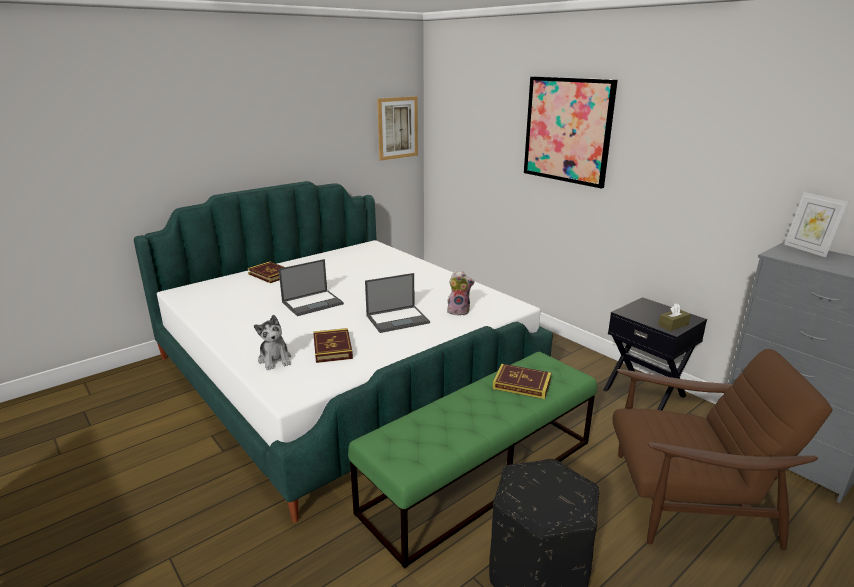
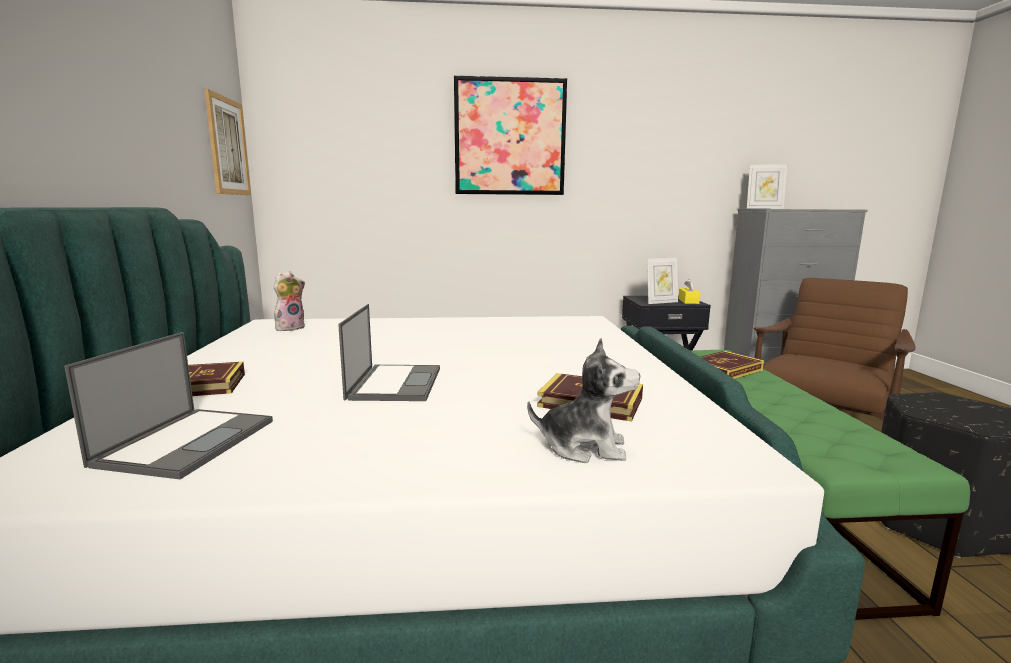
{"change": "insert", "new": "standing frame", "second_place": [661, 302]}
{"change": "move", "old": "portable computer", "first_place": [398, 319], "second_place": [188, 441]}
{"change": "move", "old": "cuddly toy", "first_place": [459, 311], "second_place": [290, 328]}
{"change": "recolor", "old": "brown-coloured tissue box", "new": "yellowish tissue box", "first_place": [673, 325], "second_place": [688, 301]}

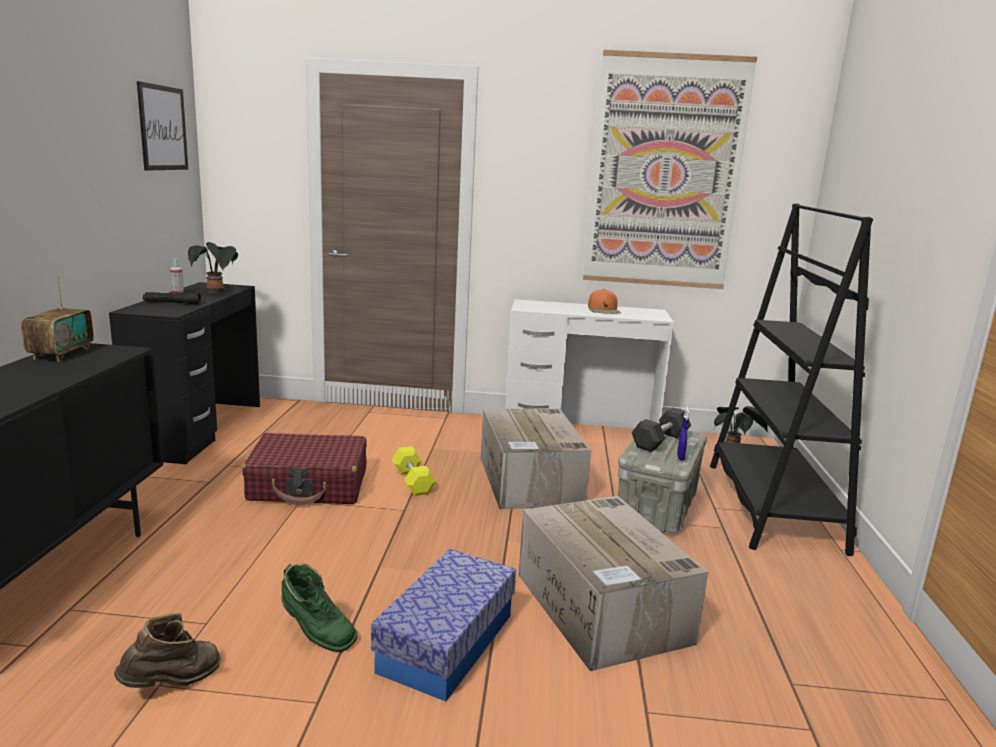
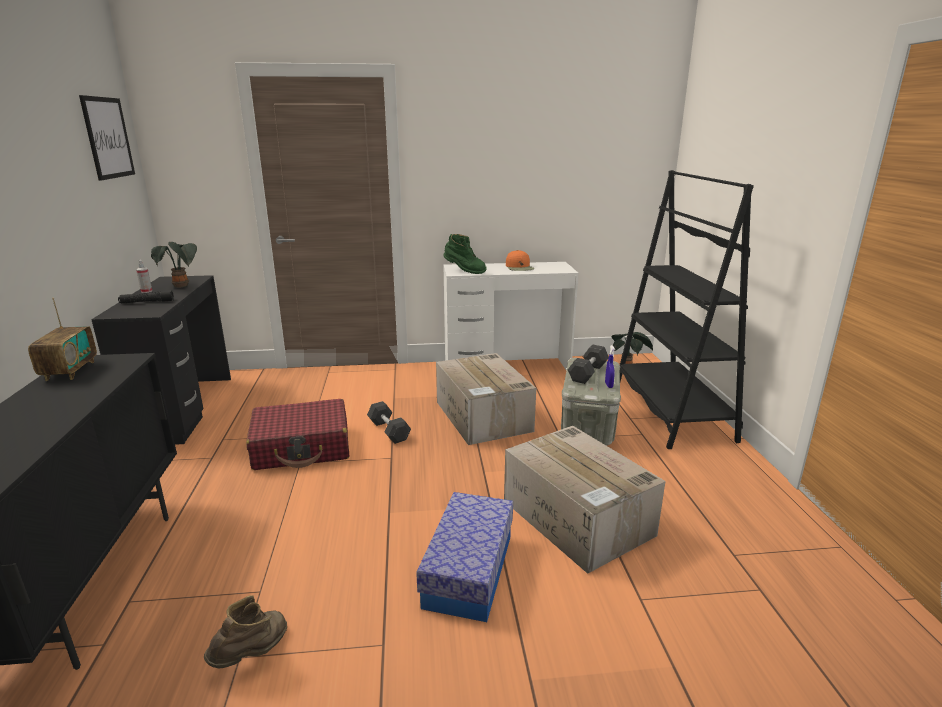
{"change": "delete", "old": "wall art", "first_place": [665, 173]}
{"change": "move", "old": "green-coloured boot", "first_place": [316, 634], "second_place": [464, 271]}
{"change": "recolor", "old": "yellowish free weight", "new": "gray free weight", "first_place": [412, 481], "second_place": [389, 431]}

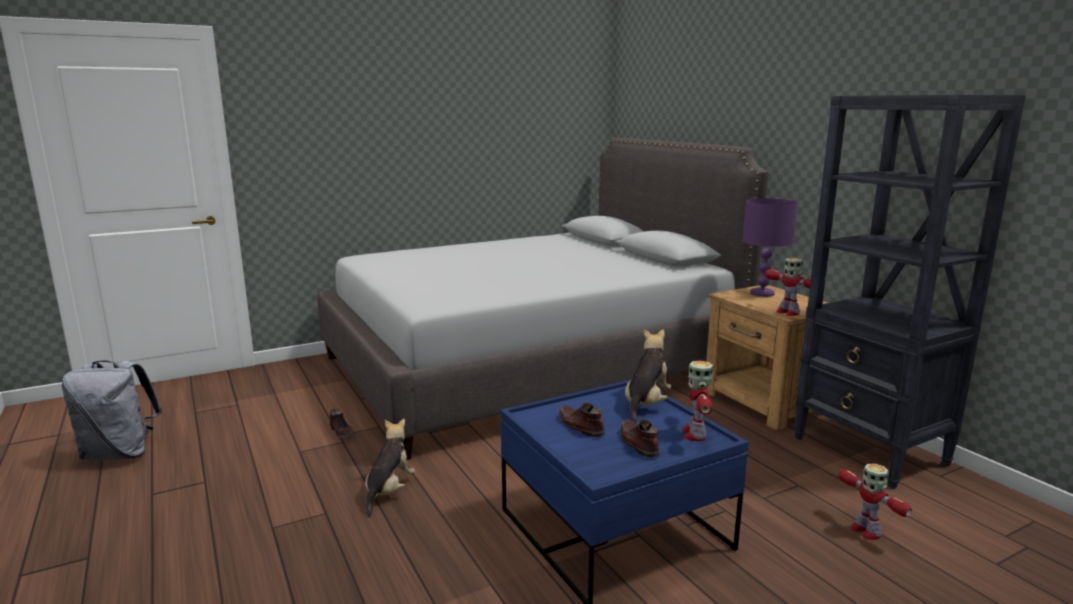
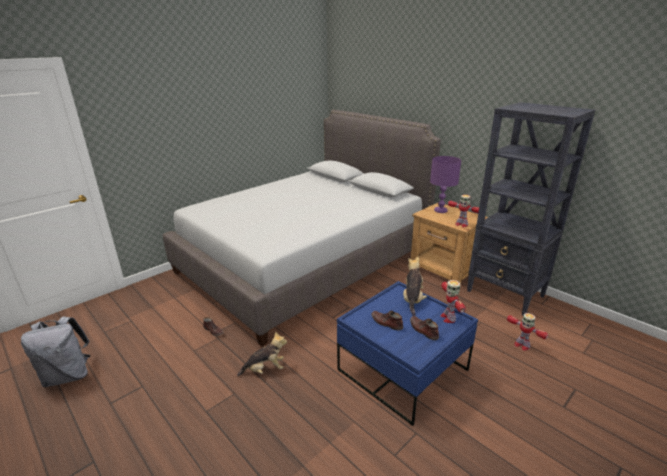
{"change": "rotate", "old": "cuddly toy", "first_place": [389, 491], "second_place": [265, 369], "degrees": 75}

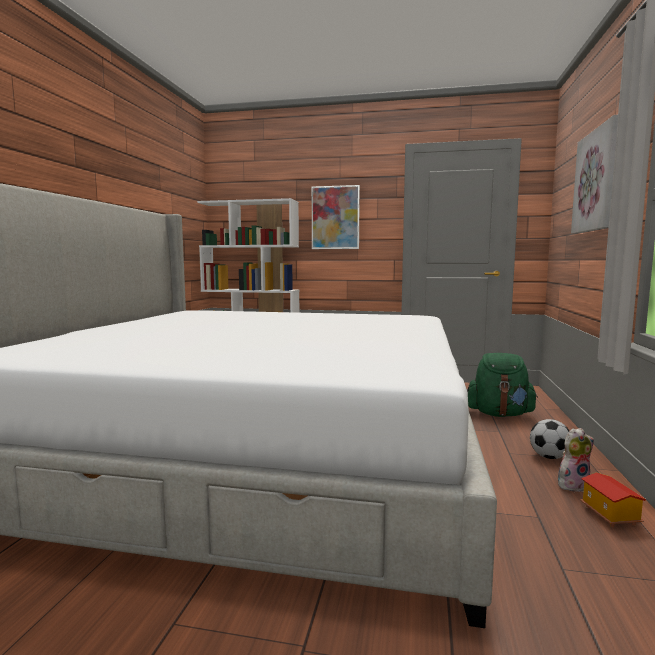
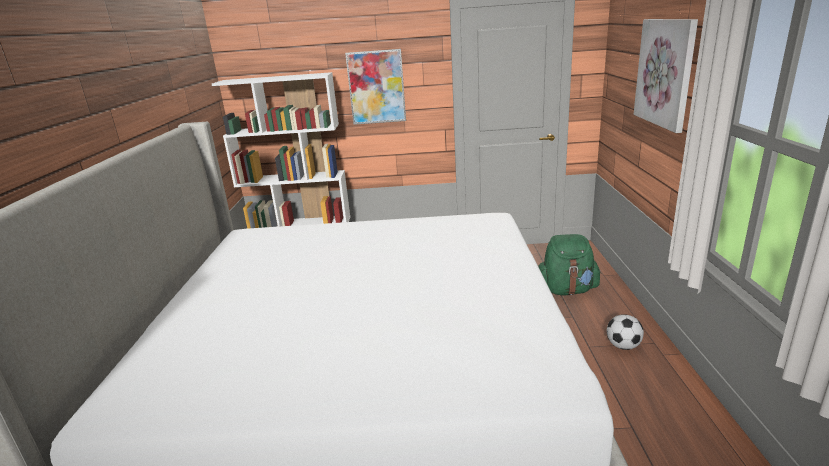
{"change": "delete", "old": "cuddly toy", "first_place": [572, 485]}
{"change": "delete", "old": "toy house", "first_place": [608, 515]}

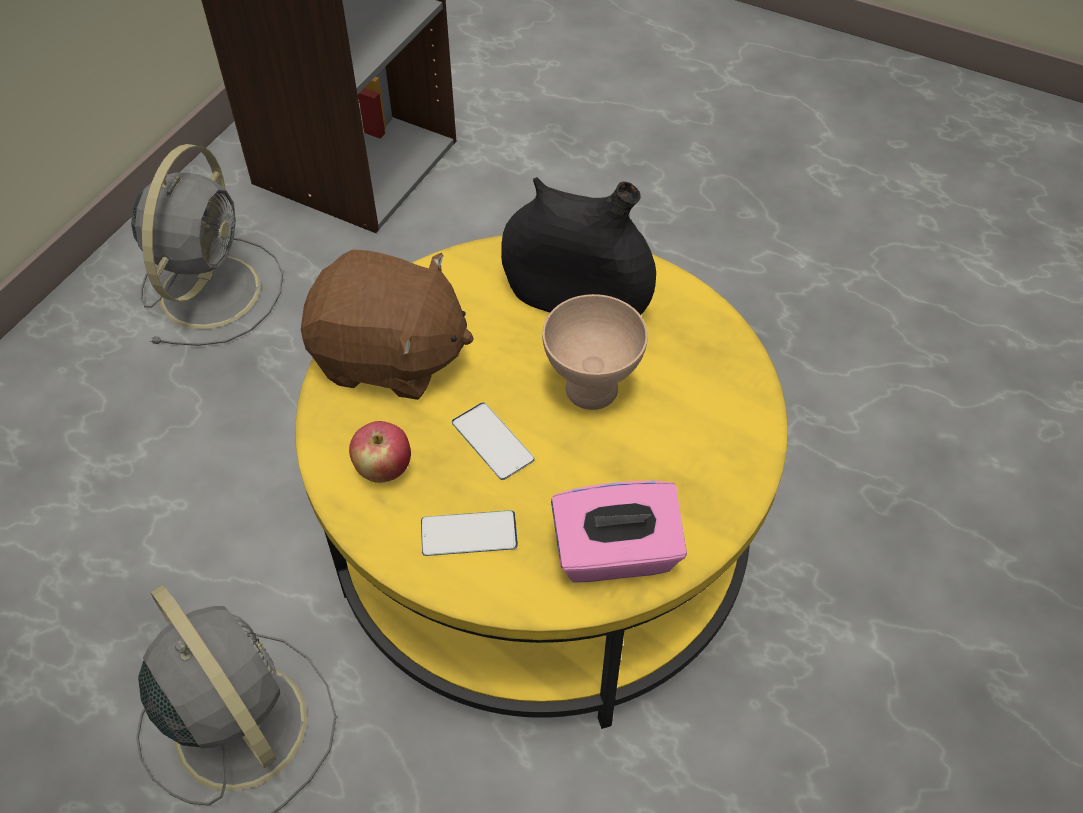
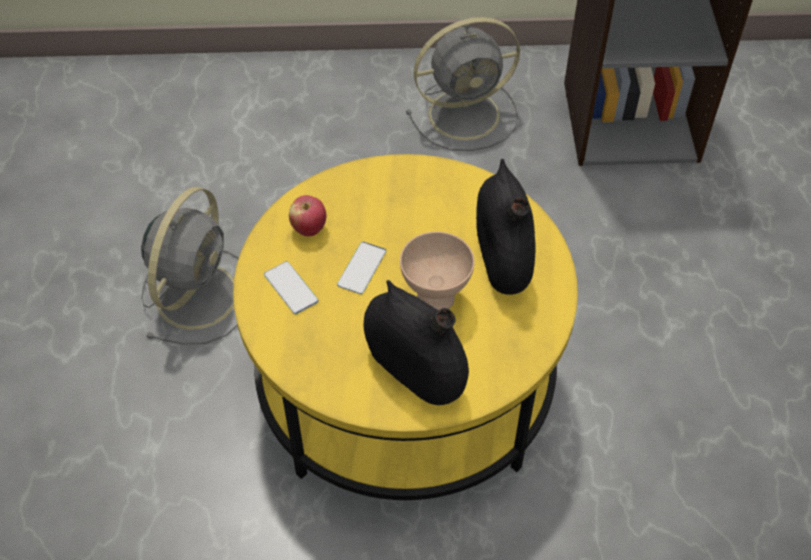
{"change": "delete", "old": "brown-coloured cuddly toy", "first_place": [389, 357]}
{"change": "delete", "old": "pinkish tissue box", "first_place": [616, 554]}
{"change": "insert", "new": "black-coloured flower vase", "second_place": [415, 370]}

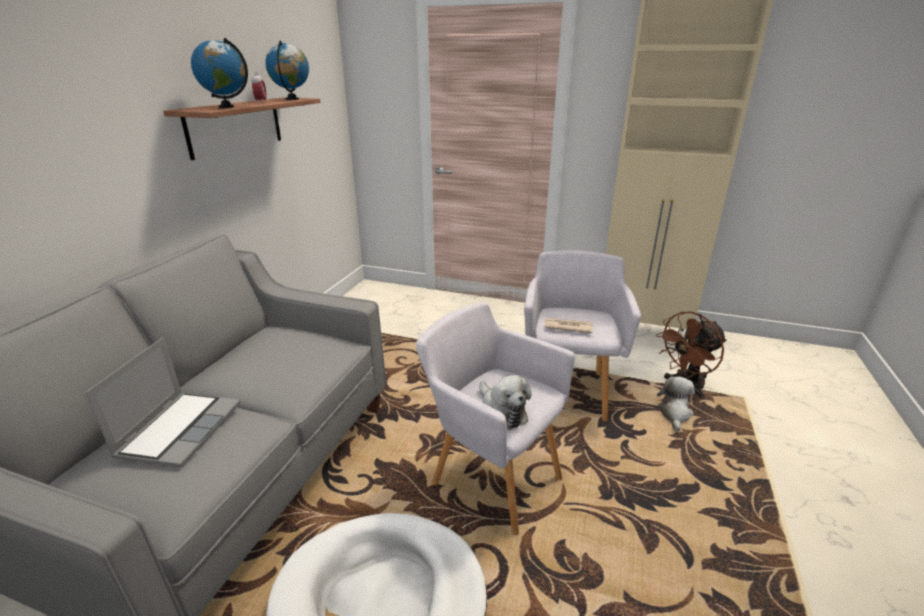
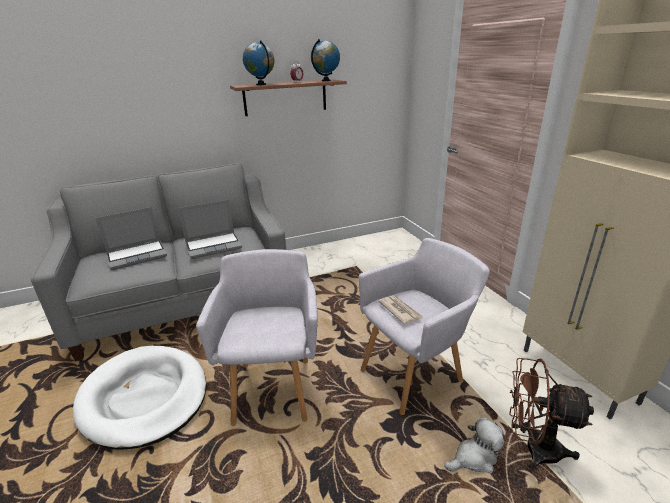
{"change": "delete", "old": "cuddly toy", "first_place": [501, 411]}
{"change": "insert", "new": "portable computer", "second_place": [214, 246]}

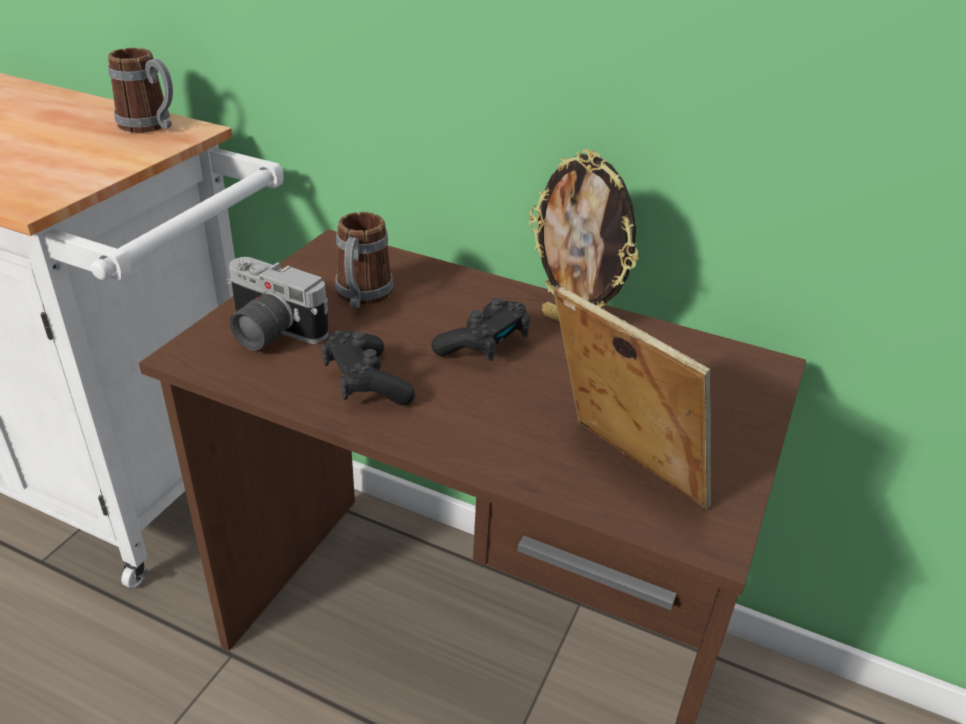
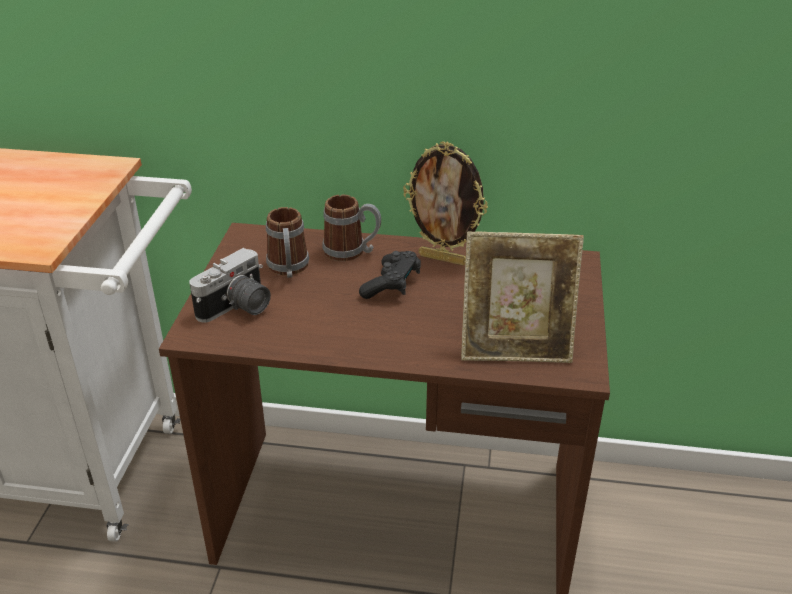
{"change": "delete", "old": "black-coloured joypad", "first_place": [366, 383]}
{"change": "move", "old": "coffee mug", "first_place": [151, 126], "second_place": [352, 252]}
{"change": "rotate", "old": "photo camera", "first_place": [268, 333], "second_place": [238, 308], "degrees": -60}
{"change": "rotate", "old": "standing frame", "first_place": [620, 474], "second_place": [515, 348], "degrees": 150}

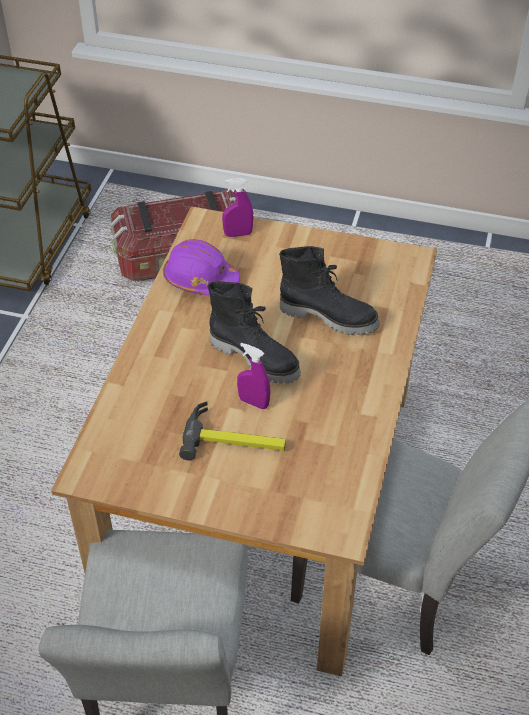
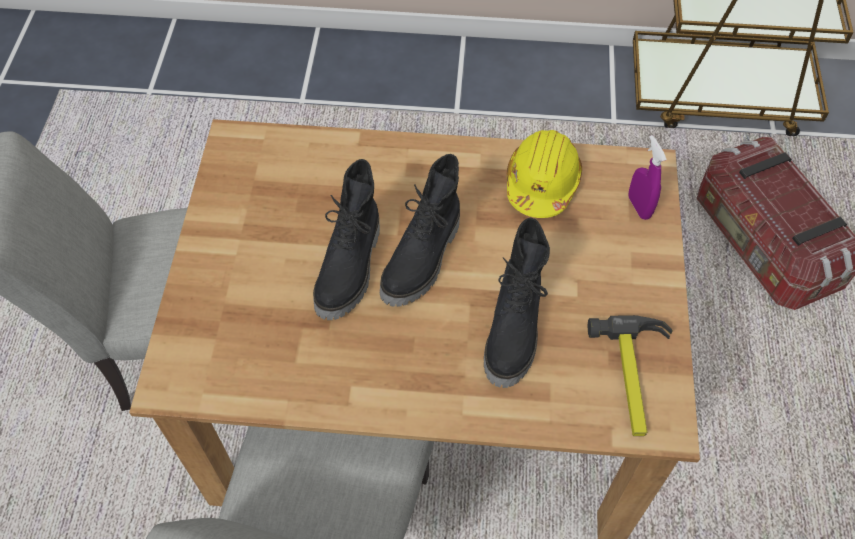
{"change": "move", "old": "hand hammer", "first_place": [235, 439], "second_place": [634, 378]}
{"change": "replace", "old": "purple-coloured spray bottle", "new": "black-coloured boot", "first_place": [253, 402], "second_place": [351, 269]}
{"change": "recolor", "old": "purple-coloured safety helmet", "new": "yellowish safety helmet", "first_place": [200, 279], "second_place": [542, 183]}

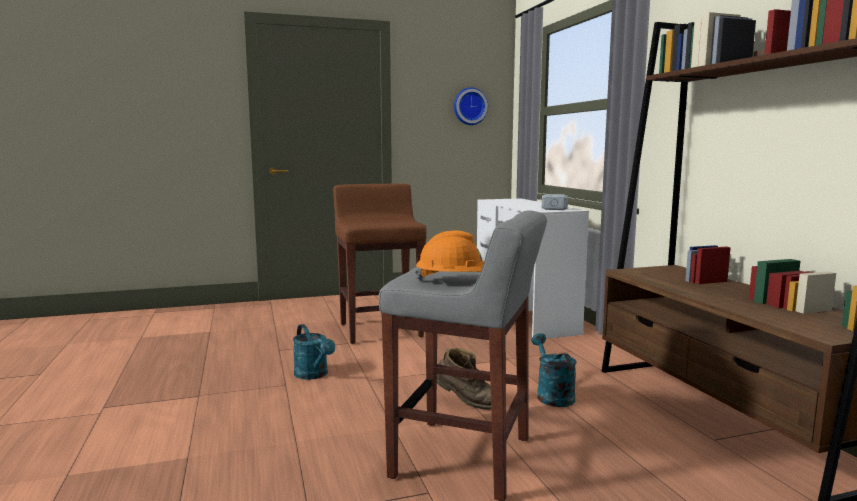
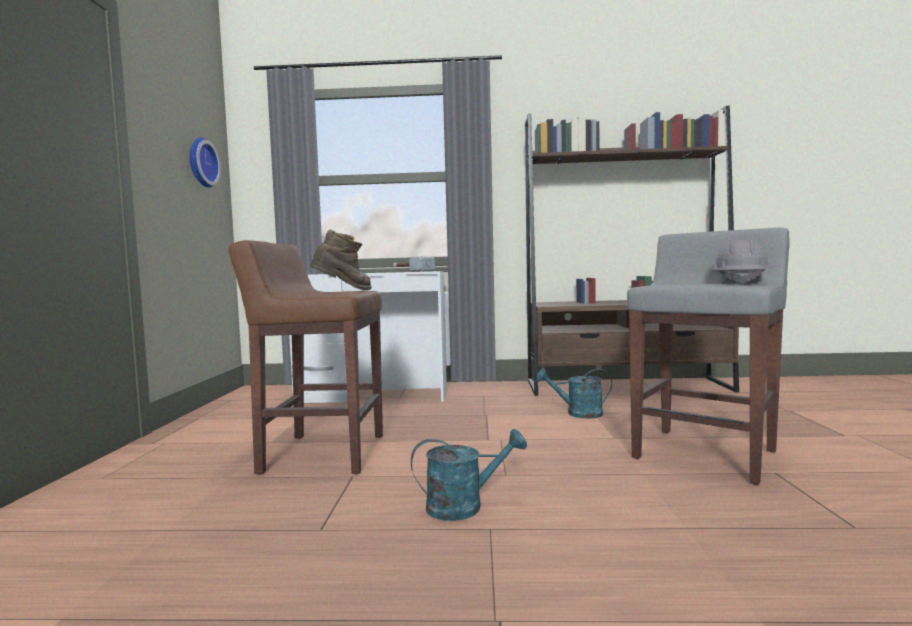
{"change": "move", "old": "brown-coloured boot", "first_place": [466, 403], "second_place": [344, 291]}
{"change": "recolor", "old": "orange safety helmet", "new": "gray safety helmet", "first_place": [453, 281], "second_place": [740, 283]}

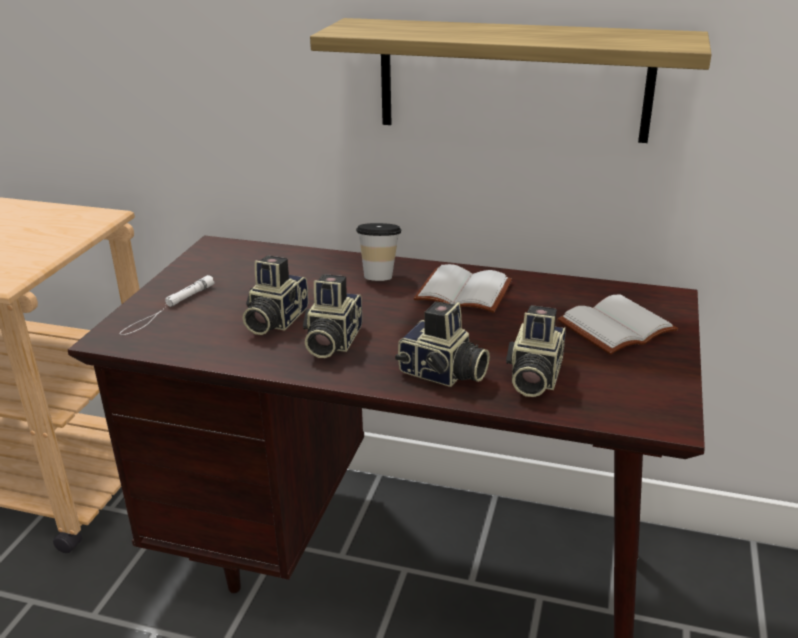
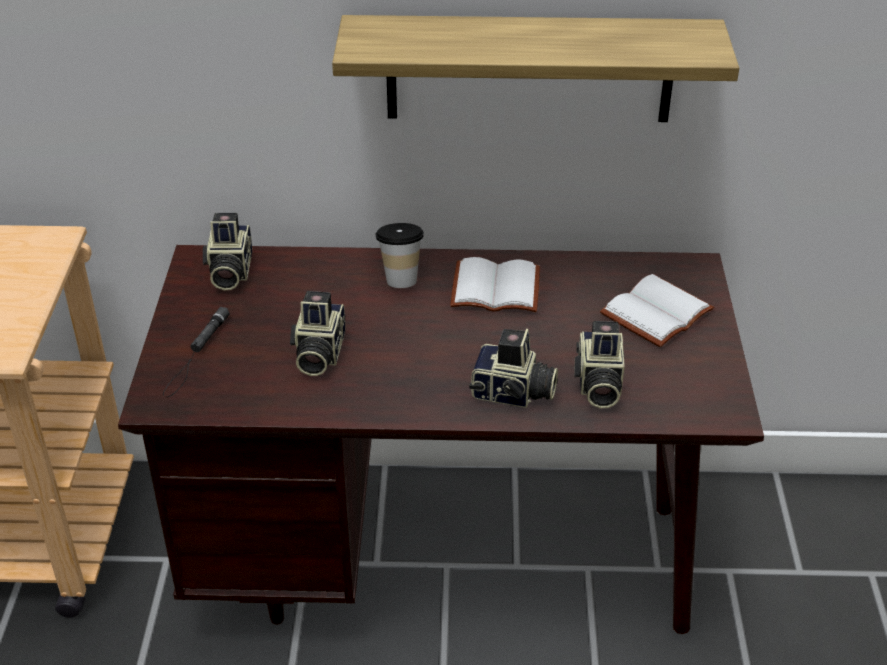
{"change": "move", "old": "photo camera", "first_place": [331, 341], "second_place": [228, 272]}
{"change": "recolor", "old": "white torch", "new": "black-coloured torch", "first_place": [168, 309], "second_place": [196, 355]}

